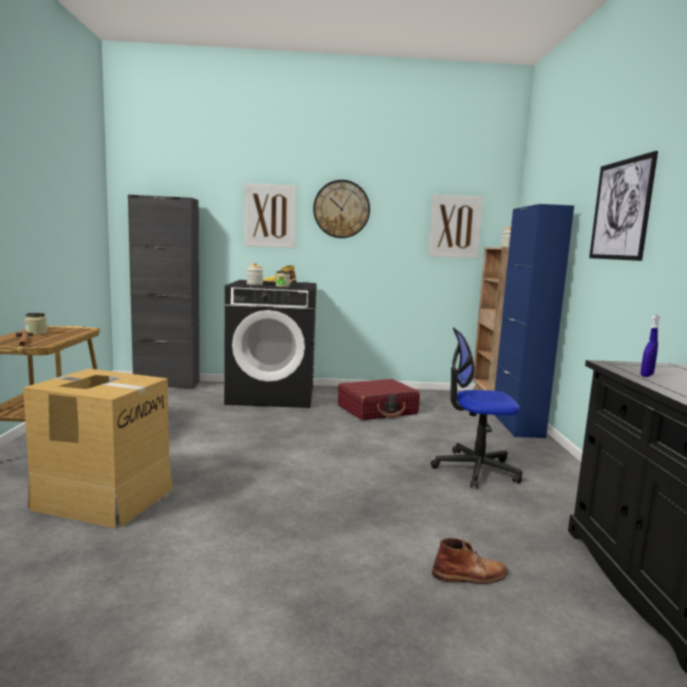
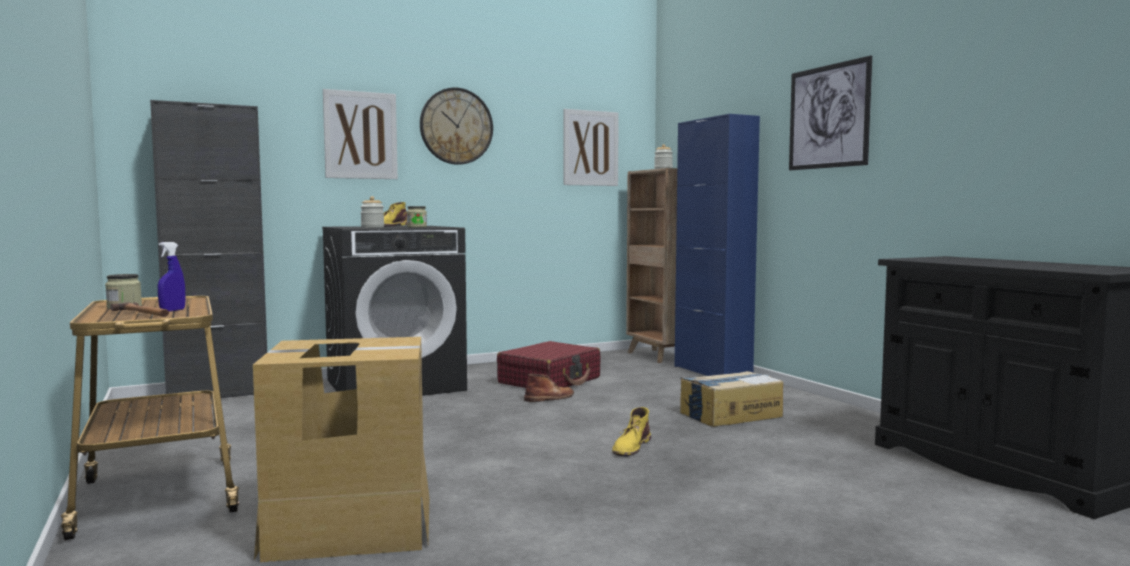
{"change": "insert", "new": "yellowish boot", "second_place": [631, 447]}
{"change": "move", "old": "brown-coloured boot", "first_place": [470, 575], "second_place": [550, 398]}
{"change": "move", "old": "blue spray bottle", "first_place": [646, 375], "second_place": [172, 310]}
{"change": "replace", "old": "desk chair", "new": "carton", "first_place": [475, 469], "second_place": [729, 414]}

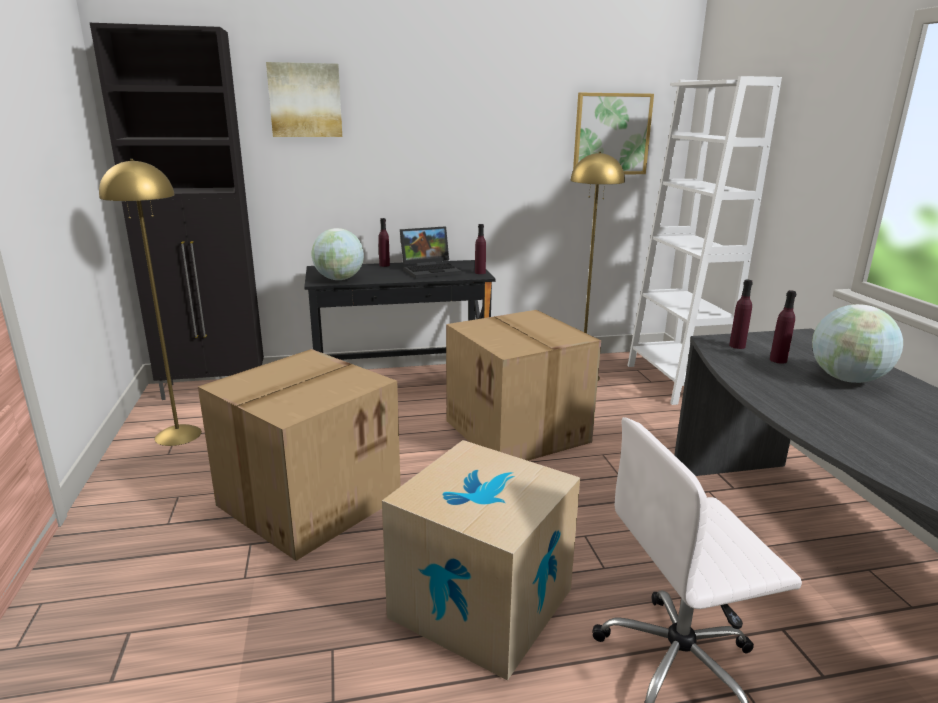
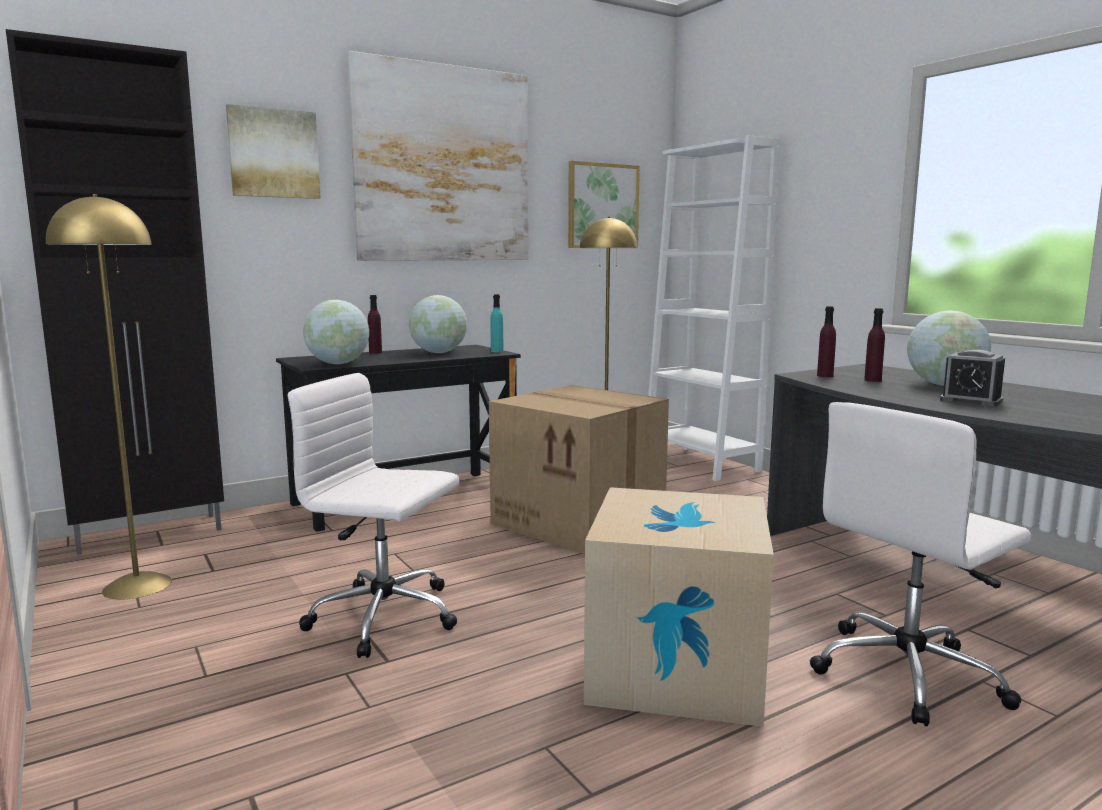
{"change": "insert", "new": "wall art", "second_place": [443, 164]}
{"change": "insert", "new": "alarm clock", "second_place": [971, 400]}
{"change": "replace", "old": "carton", "new": "white desk chair", "first_place": [310, 499], "second_place": [386, 617]}
{"change": "replace", "old": "portable computer", "new": "world globe", "first_place": [431, 270], "second_place": [438, 353]}
{"change": "recolor", "old": "purple-coloured bottle", "new": "blue-green bottle", "first_place": [480, 273], "second_place": [497, 351]}

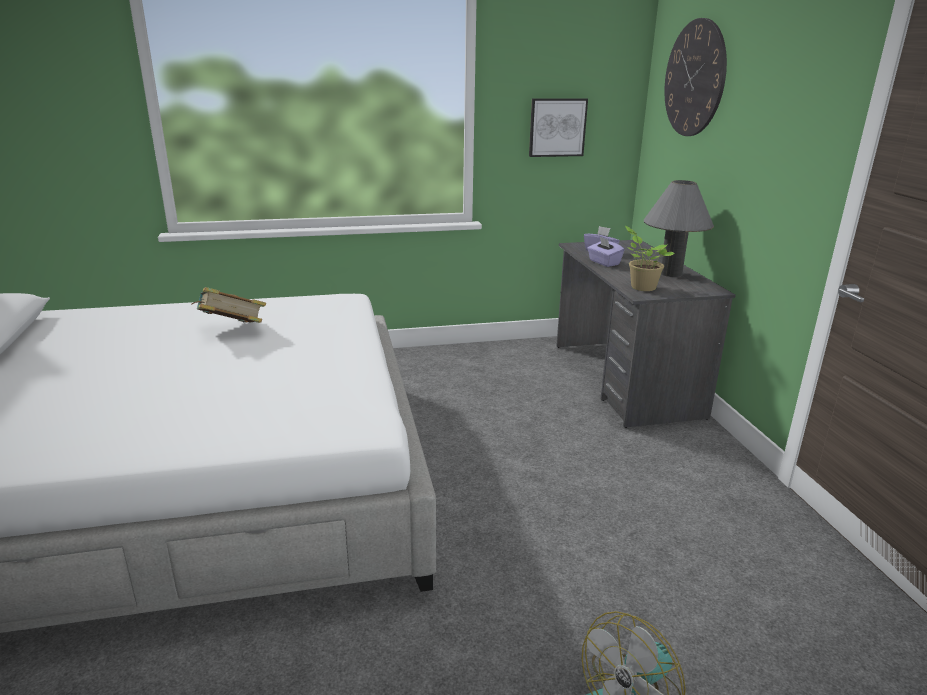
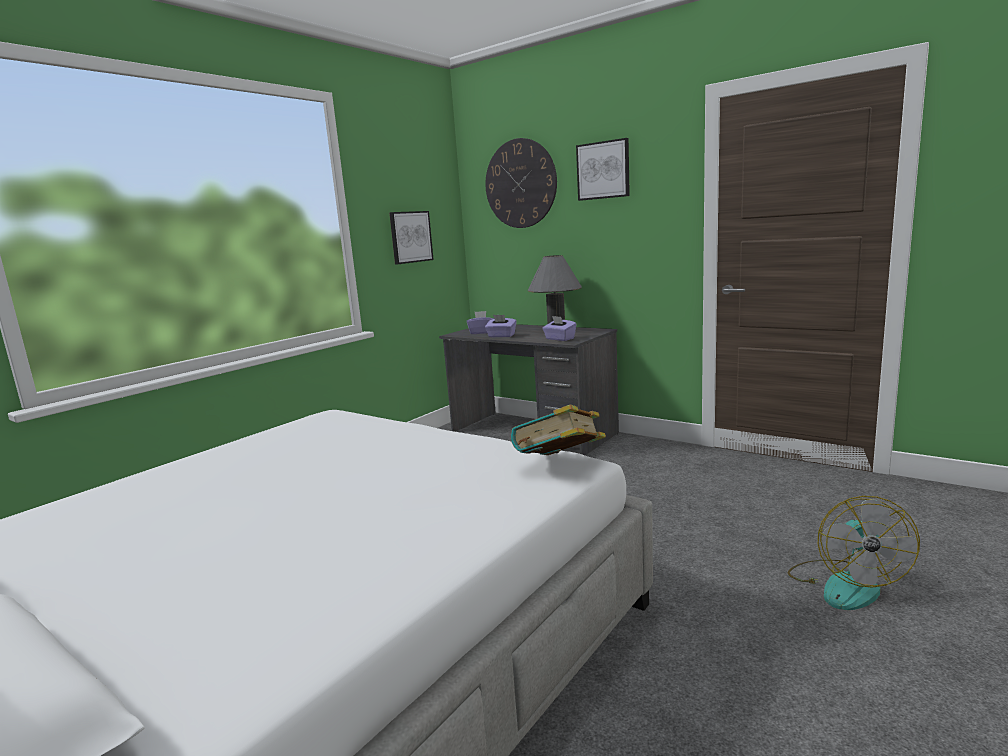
{"change": "insert", "new": "wall art", "second_place": [603, 170]}
{"change": "move", "old": "volume", "first_place": [232, 330], "second_place": [560, 465]}
{"change": "replace", "old": "houseplant", "new": "purple-coloured tissue box", "first_place": [641, 287], "second_place": [559, 339]}

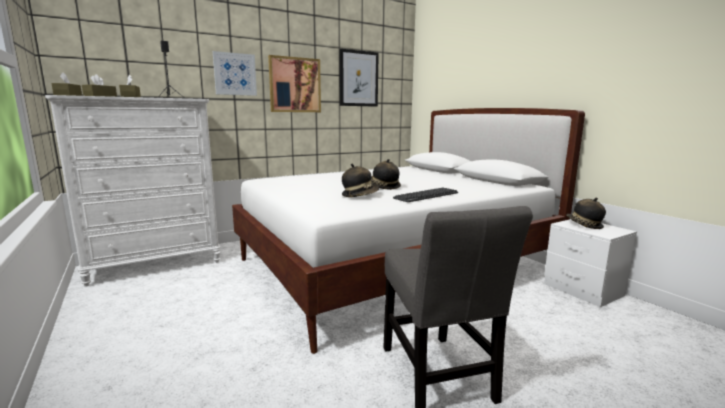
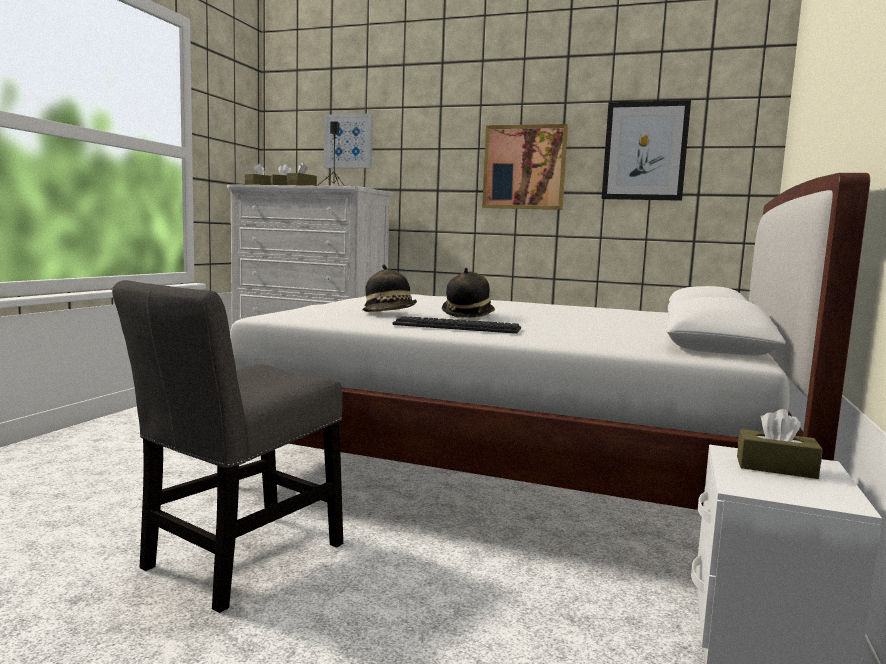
{"change": "move", "old": "wall art", "first_place": [235, 74], "second_place": [348, 141]}
{"change": "replace", "old": "hat", "new": "brown-coloured tissue box", "first_place": [583, 225], "second_place": [776, 467]}

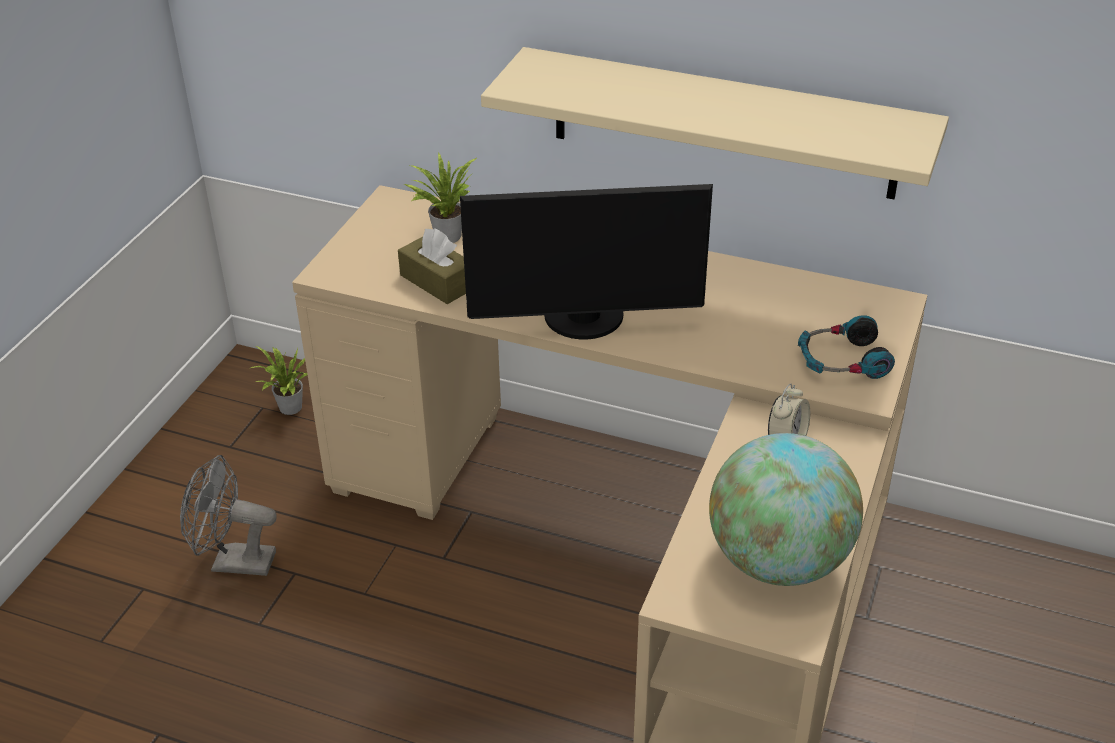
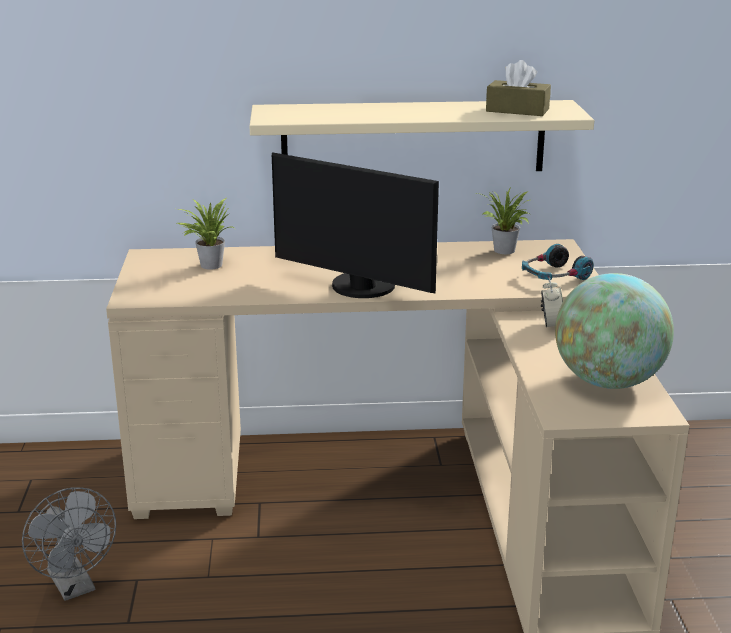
{"change": "move", "old": "houseplant", "first_place": [288, 409], "second_place": [504, 251]}
{"change": "move", "old": "brown-coloured tissue box", "first_place": [437, 282], "second_place": [517, 110]}
{"change": "rotate", "old": "gray fan", "first_place": [233, 562], "second_place": [75, 587], "degrees": -105}
{"change": "rotate", "old": "computer screen", "first_place": [585, 321], "second_place": [360, 288], "degrees": 60}

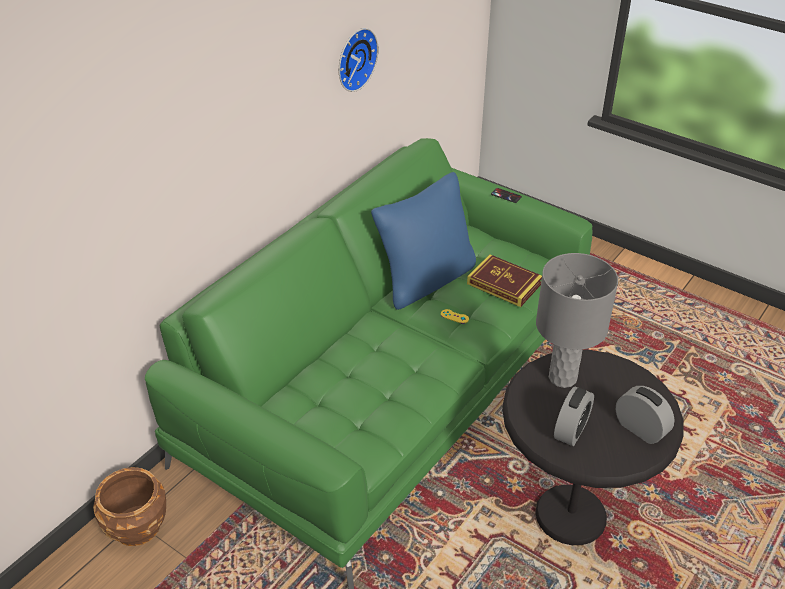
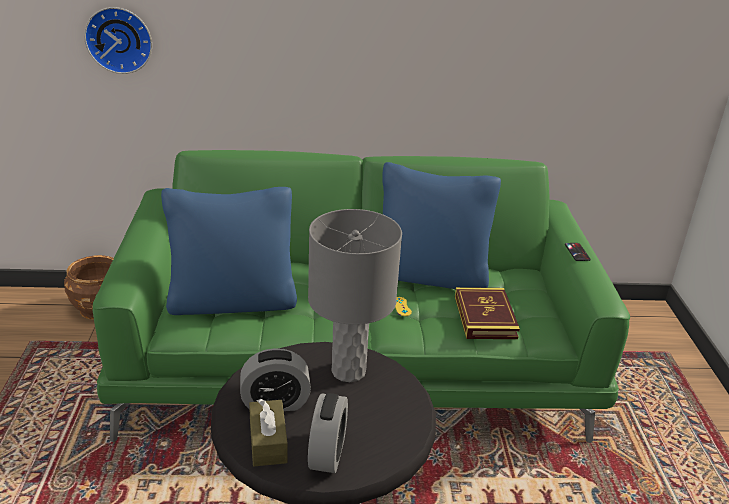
{"change": "insert", "new": "blue cushion", "second_place": [232, 301]}
{"change": "insert", "new": "brown-coloured tissue box", "second_place": [268, 442]}
{"change": "move", "old": "hanging clock", "first_place": [354, 58], "second_place": [119, 39]}

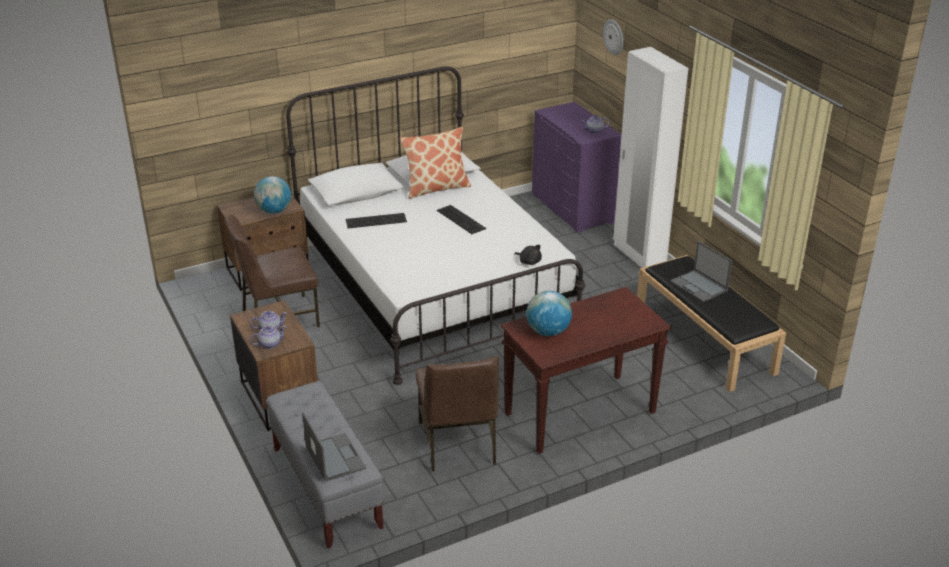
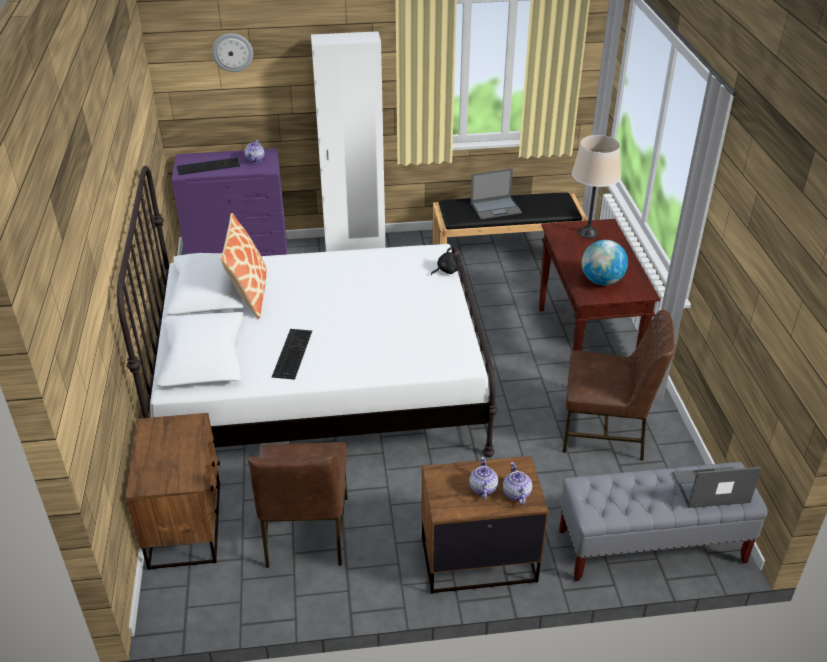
{"change": "delete", "old": "world globe", "first_place": [274, 211]}
{"change": "insert", "new": "beige lamp for a table", "second_place": [588, 232]}
{"change": "move", "old": "keyboard", "first_place": [462, 219], "second_place": [208, 165]}

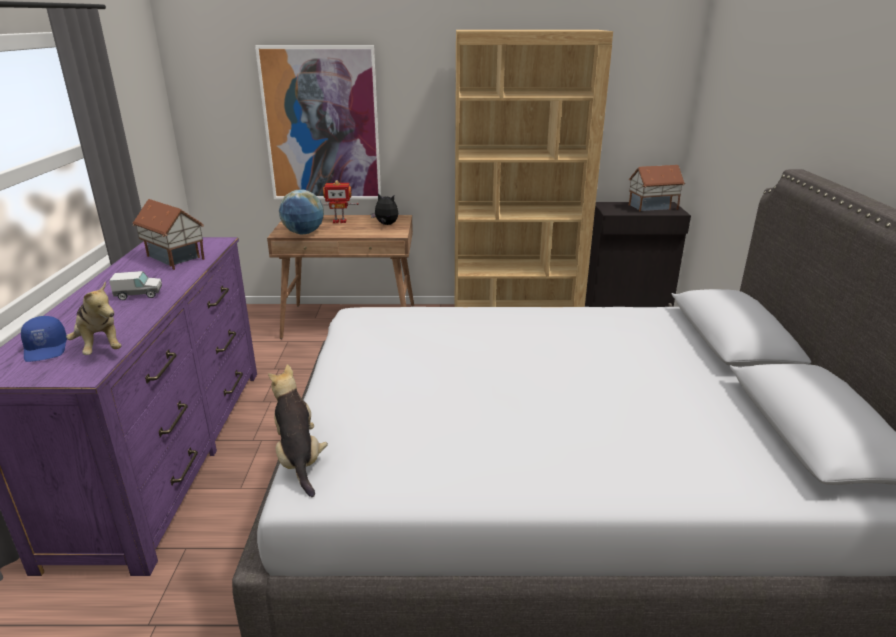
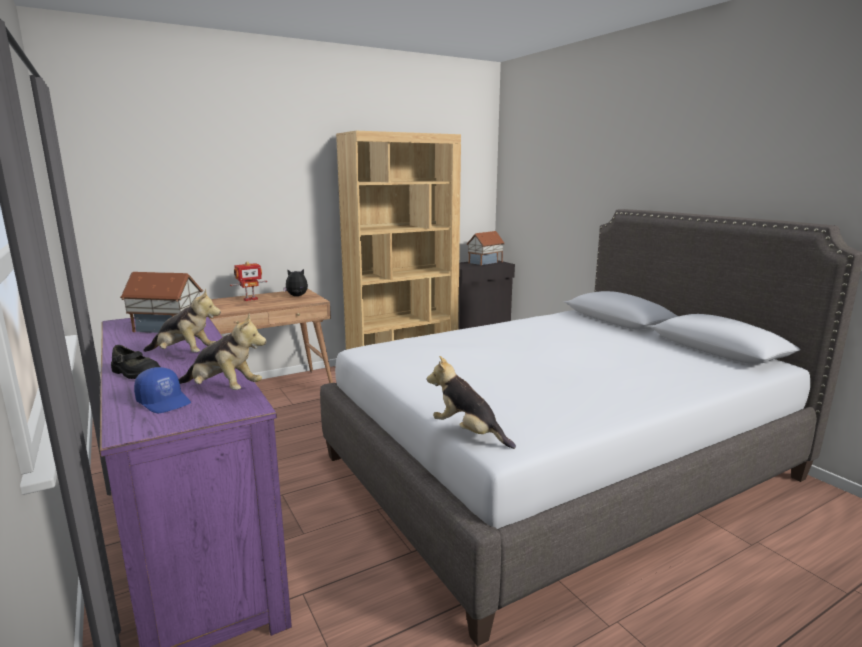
{"change": "delete", "old": "wall art", "first_place": [322, 125]}
{"change": "delete", "old": "world globe", "first_place": [303, 233]}
{"change": "insert", "new": "black-coloured shoe", "second_place": [135, 373]}
{"change": "replace", "old": "toy lorry", "new": "cuddly toy", "first_place": [139, 295], "second_place": [184, 354]}

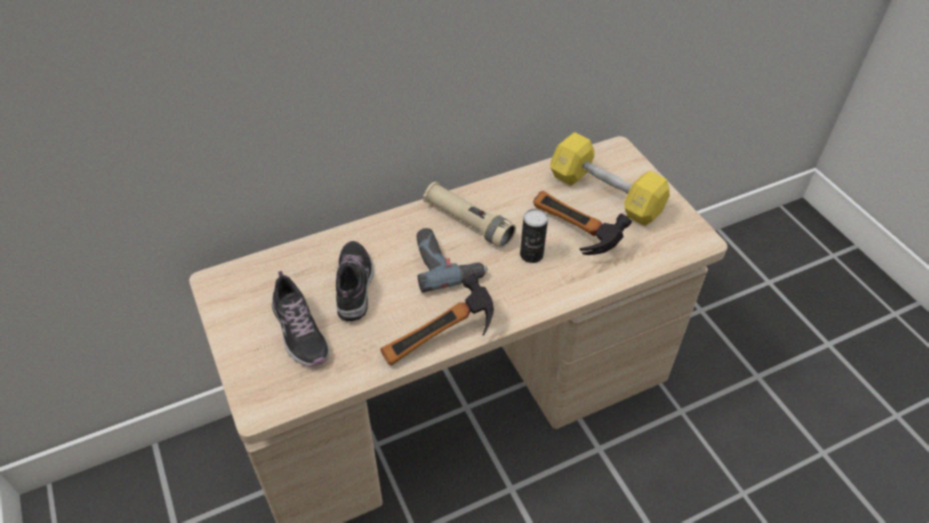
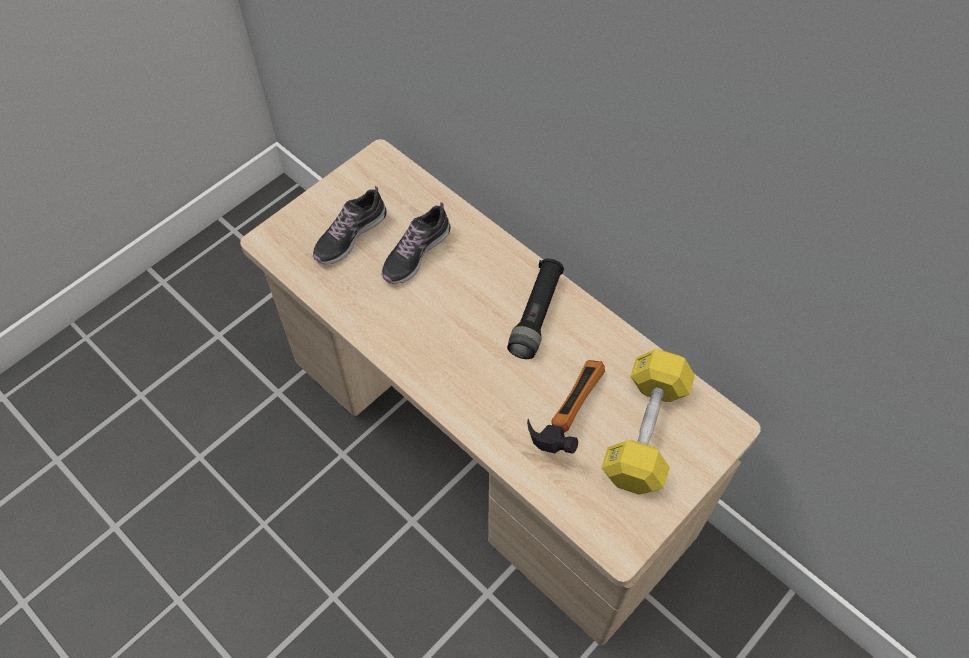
{"change": "delete", "old": "hand hammer", "first_place": [441, 343]}
{"change": "delete", "old": "drill", "first_place": [446, 263]}
{"change": "delete", "old": "sealed can", "first_place": [531, 254]}
{"change": "recolor", "old": "beige torch", "new": "black-coloured torch", "first_place": [468, 223], "second_place": [536, 315]}
{"change": "rotate", "old": "shoe", "first_place": [354, 285], "second_place": [415, 253], "degrees": 150}

